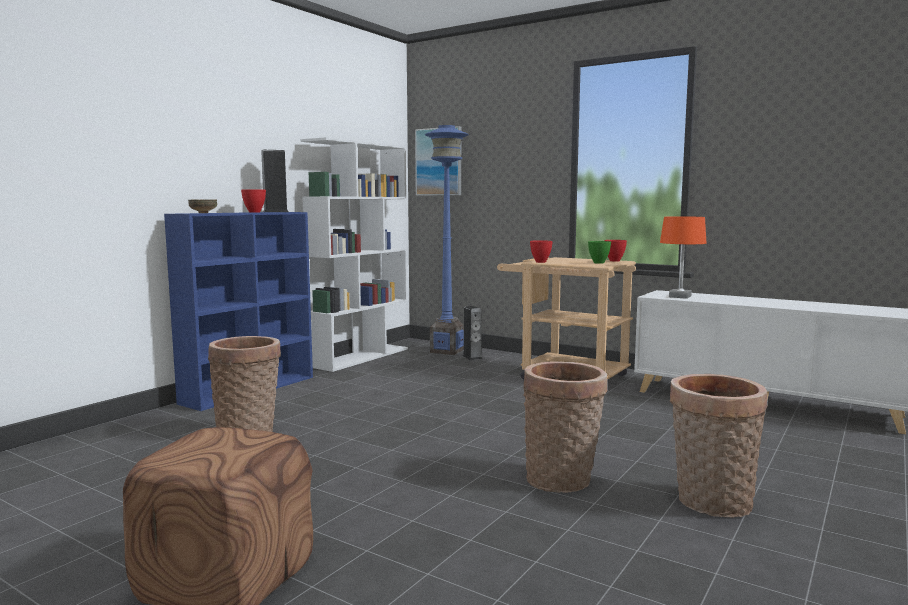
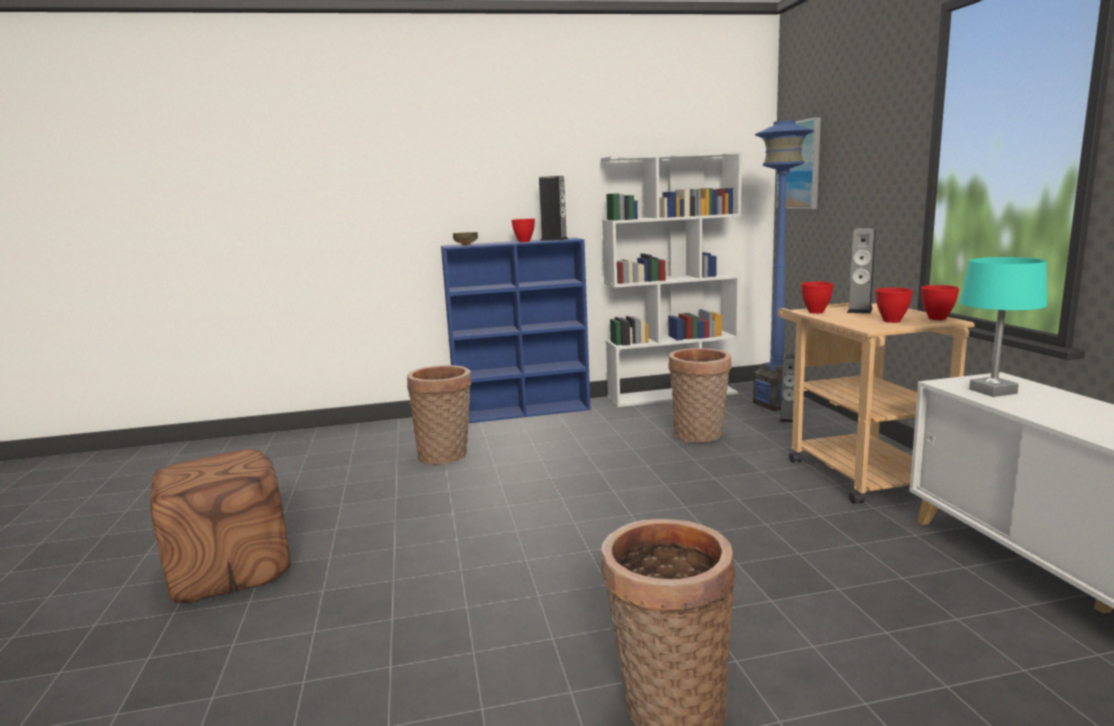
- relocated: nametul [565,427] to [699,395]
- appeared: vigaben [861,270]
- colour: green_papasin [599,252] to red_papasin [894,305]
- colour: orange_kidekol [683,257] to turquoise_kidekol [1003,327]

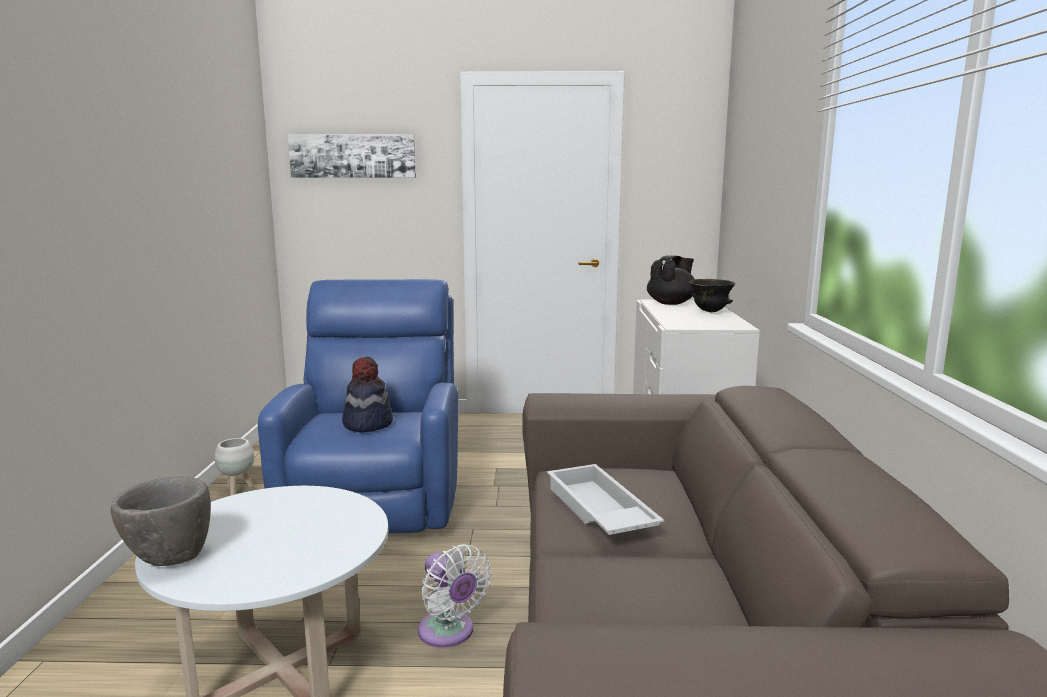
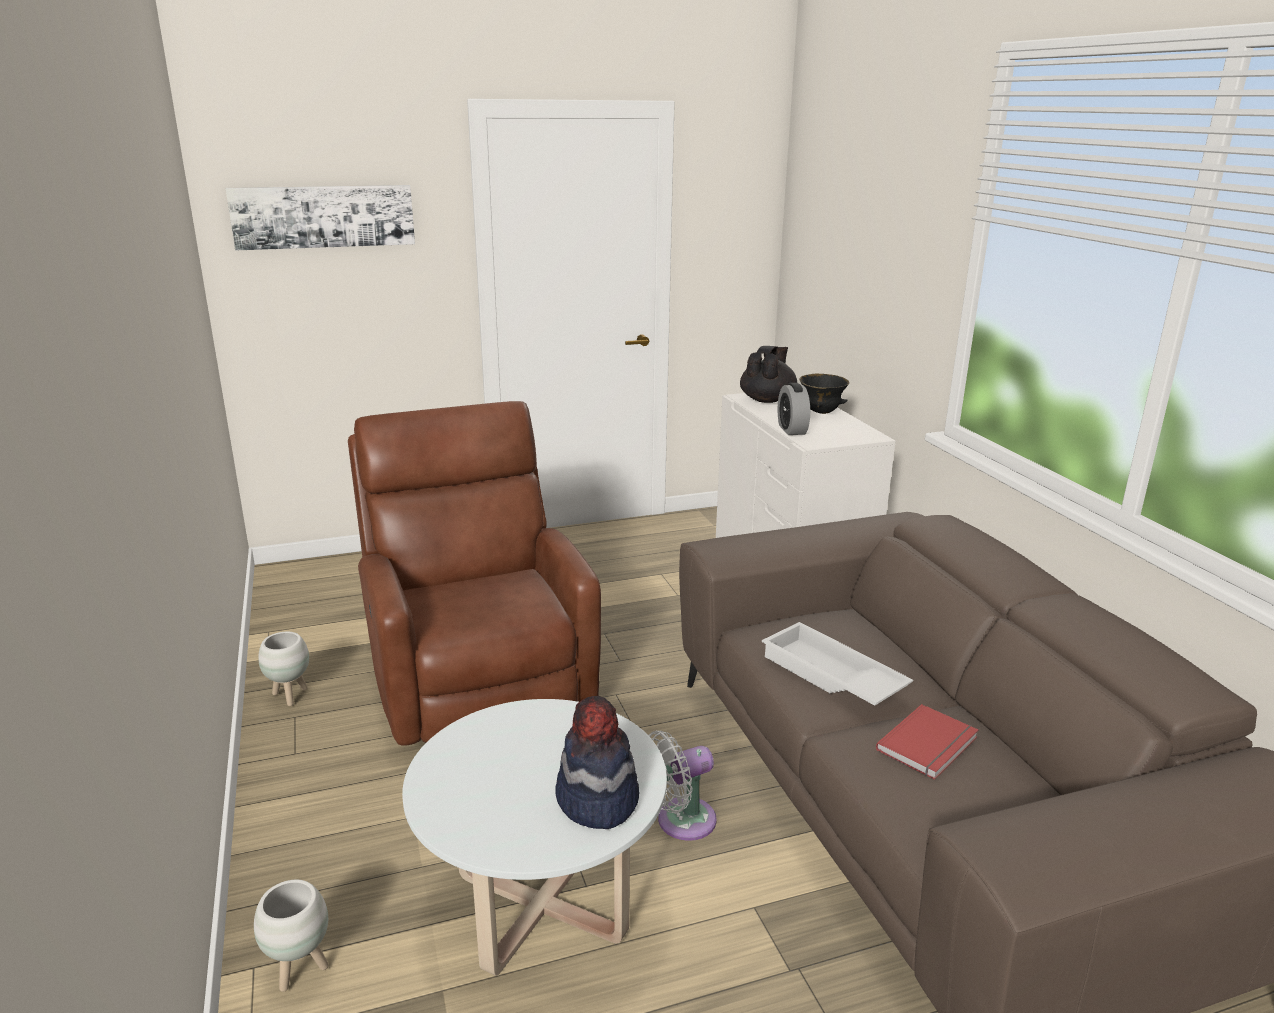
- appeared: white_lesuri [291,936]
- colour: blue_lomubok [358,406] to brown_lomubok [474,573]
- relocated: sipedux [367,394] to [597,762]
- spun: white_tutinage [454,596] = [682,786] 120 degrees clockwise
- appeared: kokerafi [794,409]
- appeared: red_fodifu [927,741]
- missing: grey_papasin [161,521]

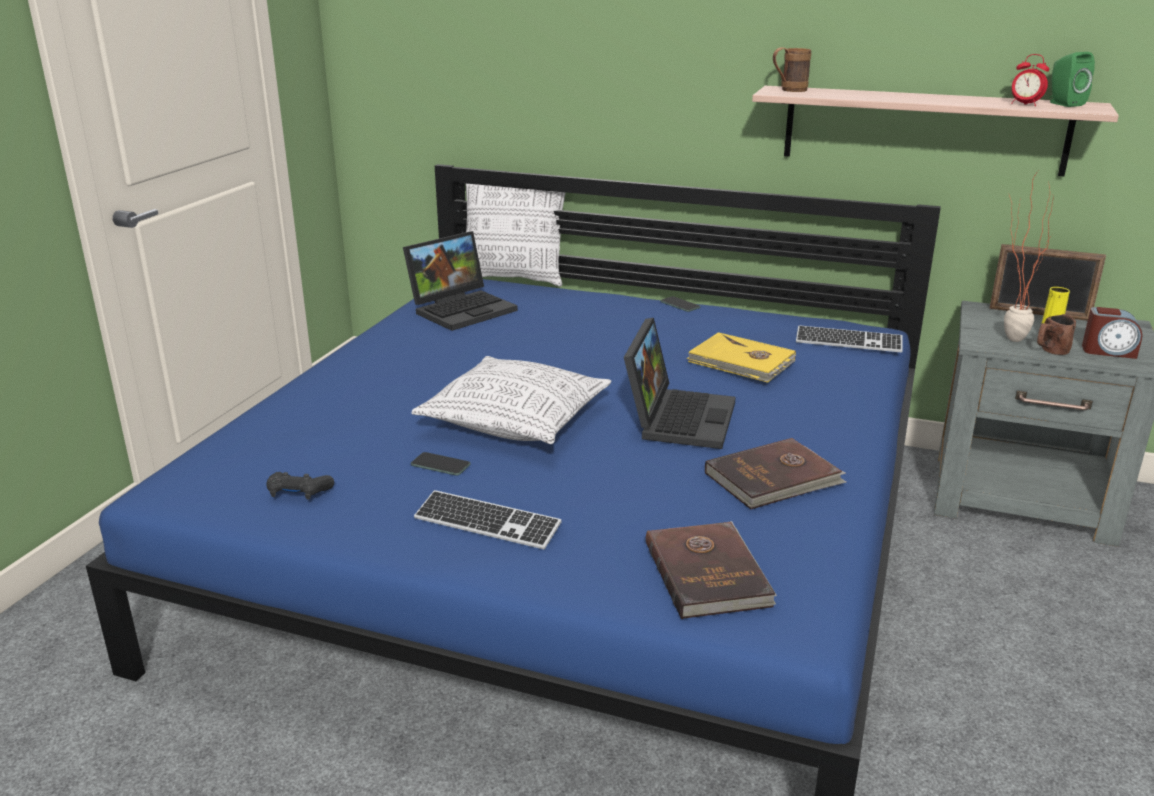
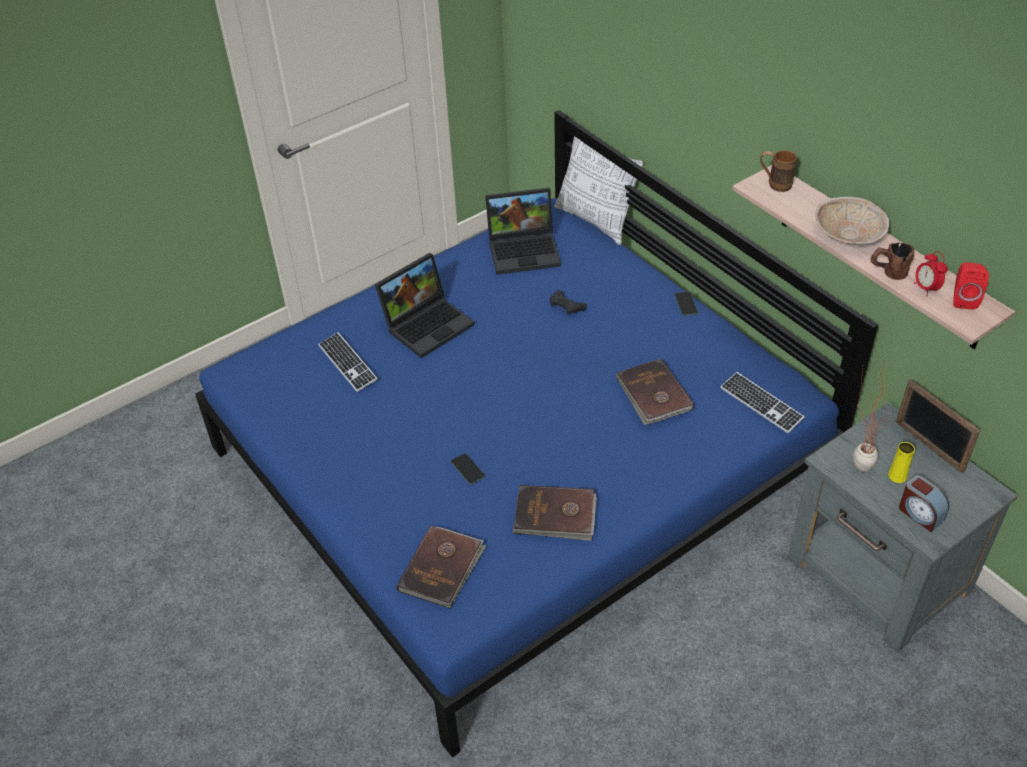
- relocated: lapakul [488,519] to [348,362]
- relocated: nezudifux [680,383] to [425,305]
- relocated: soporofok [441,464] to [468,469]
- relocated: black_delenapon [300,486] to [568,302]
- colour: yellow_fodifu [741,357] to brown_fodifu [655,392]
- appeared: beige_papasin [852,220]
- relocated: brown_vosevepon [1056,334] to [892,261]
- colour: green_vigaben [1072,79] to red_vigaben [971,286]
- missing: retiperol [511,400]

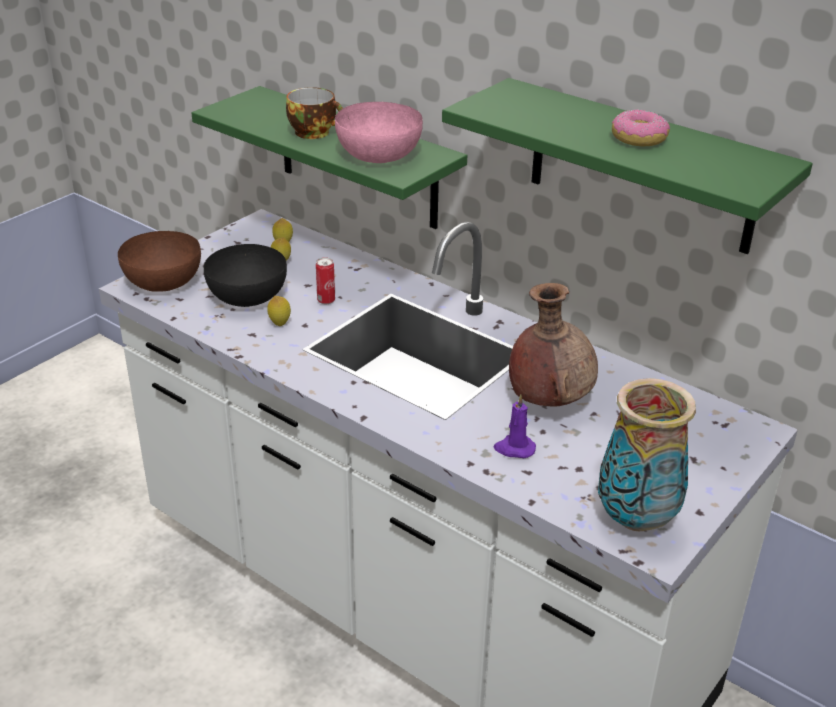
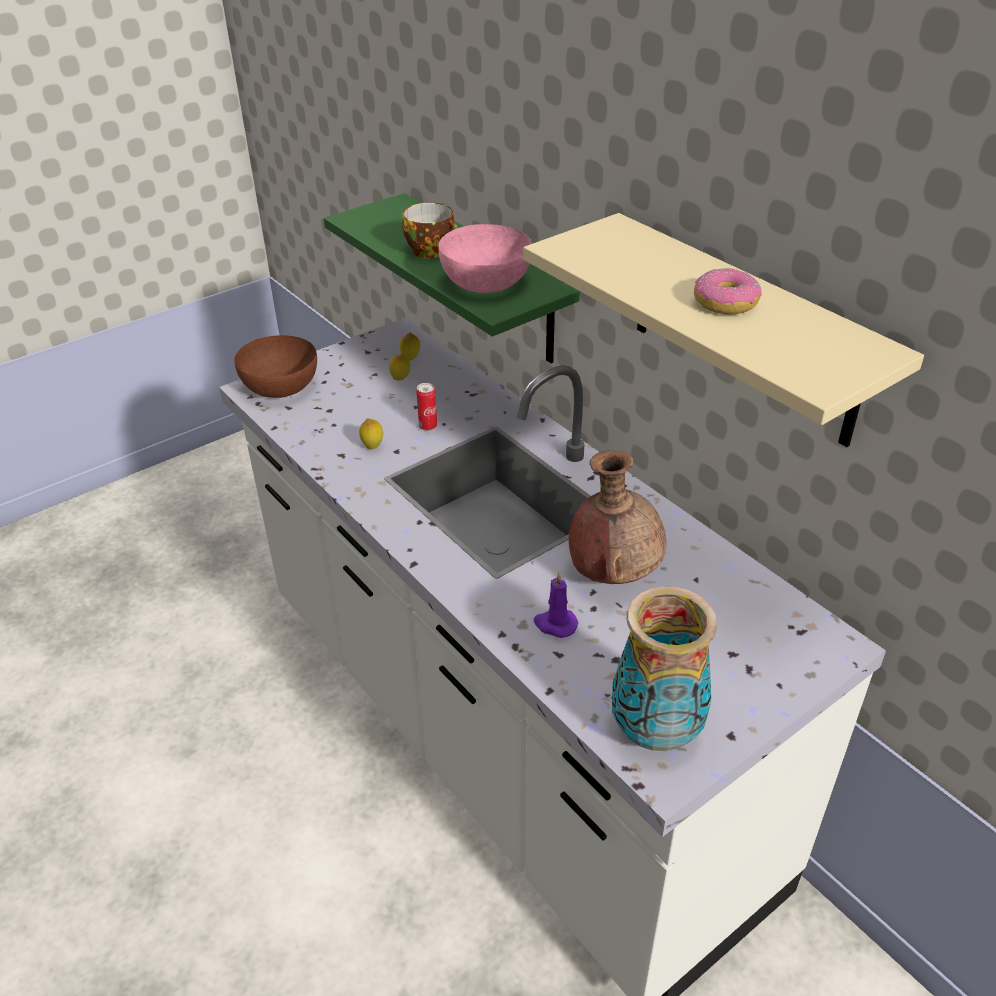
- colour: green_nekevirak [627,166] to beige_nekevirak [724,330]
- missing: black_papasin [245,275]

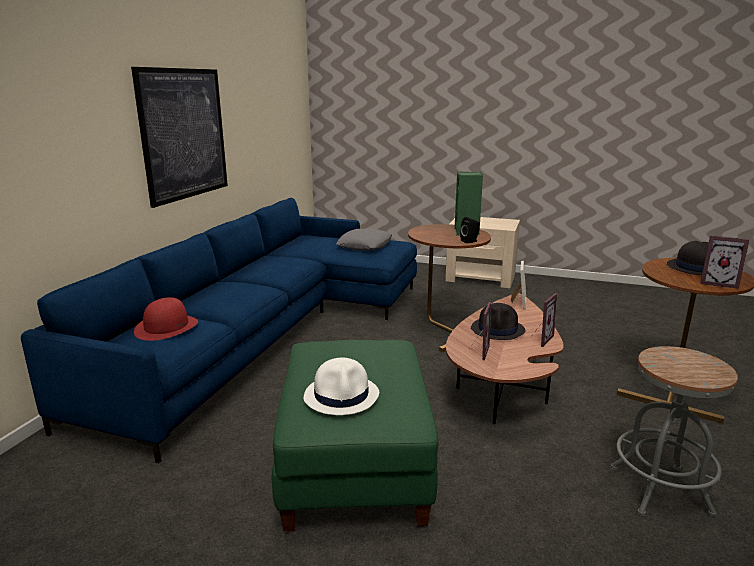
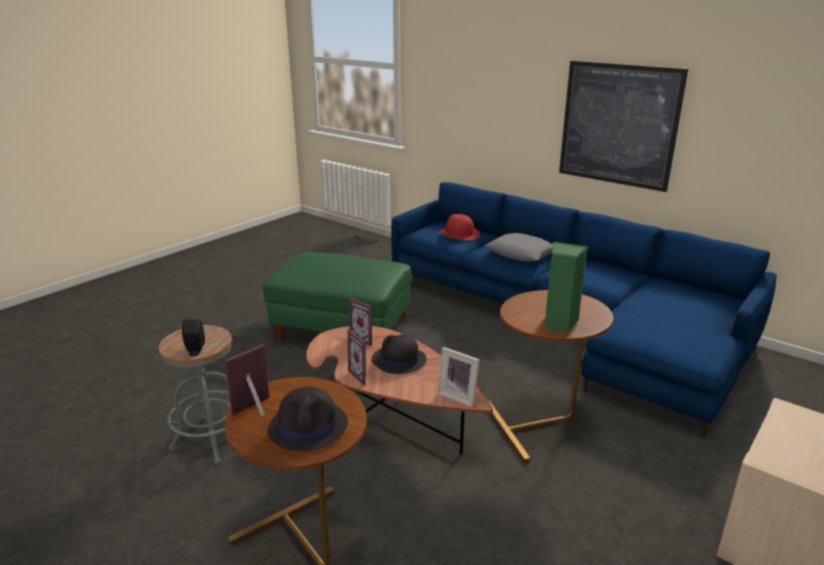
- relocated: black_vigaben [470,230] to [193,337]
- relocated: grey_retiperol [364,240] to [519,247]
- missing: white_sipedux [341,386]

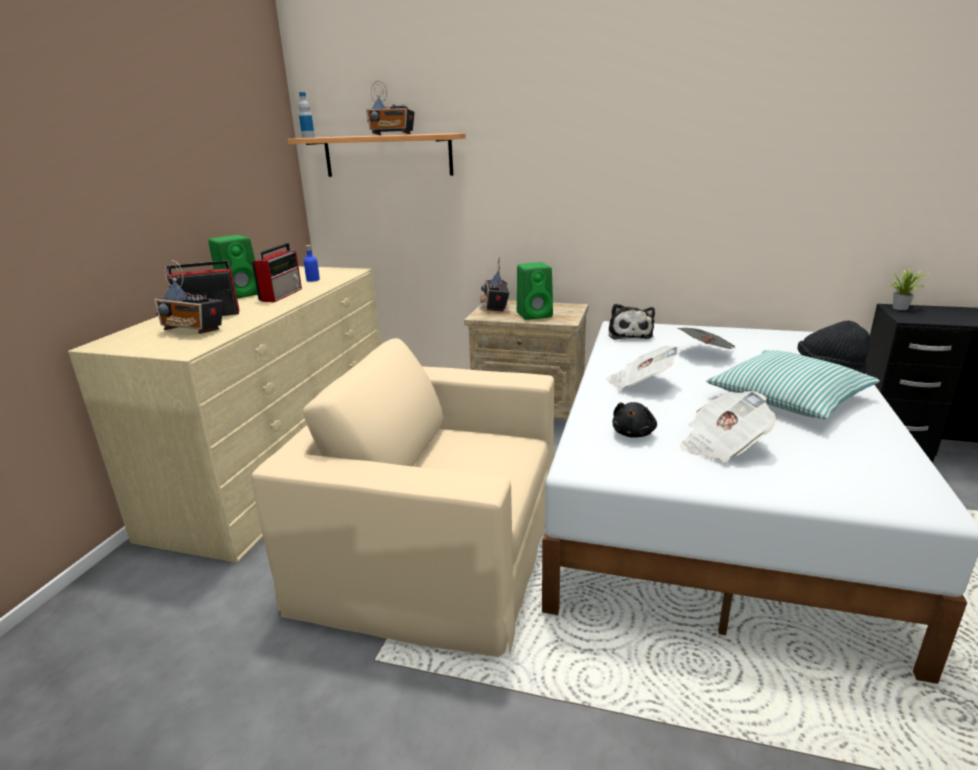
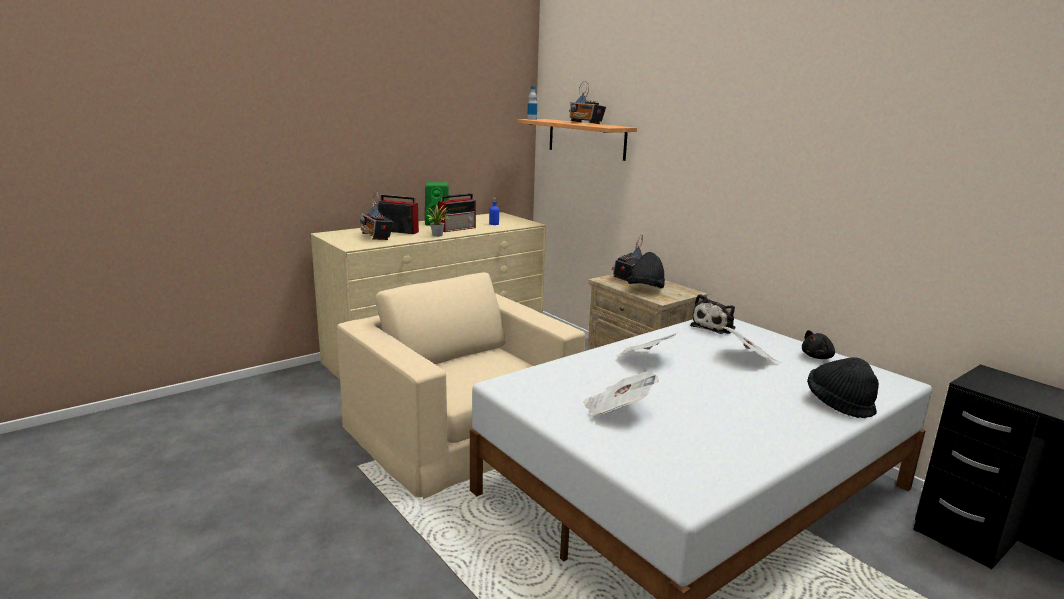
- relocated: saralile [907,289] to [438,221]
- exchanged: green_vigaben [535,291] to black_sipedux [646,270]
- relocated: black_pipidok [635,420] to [818,344]
- missing: retiperol [793,384]

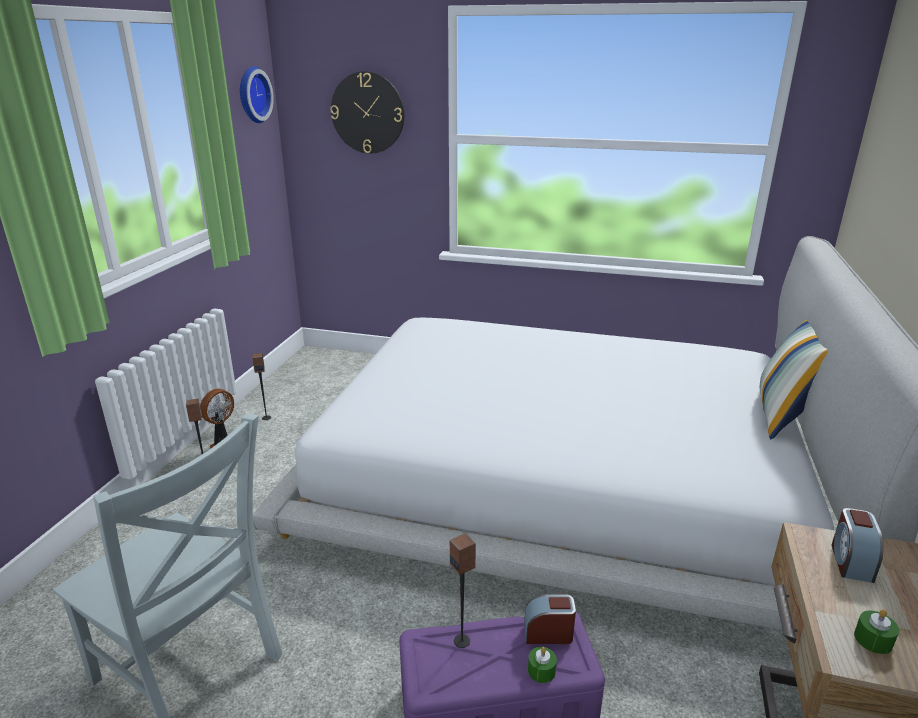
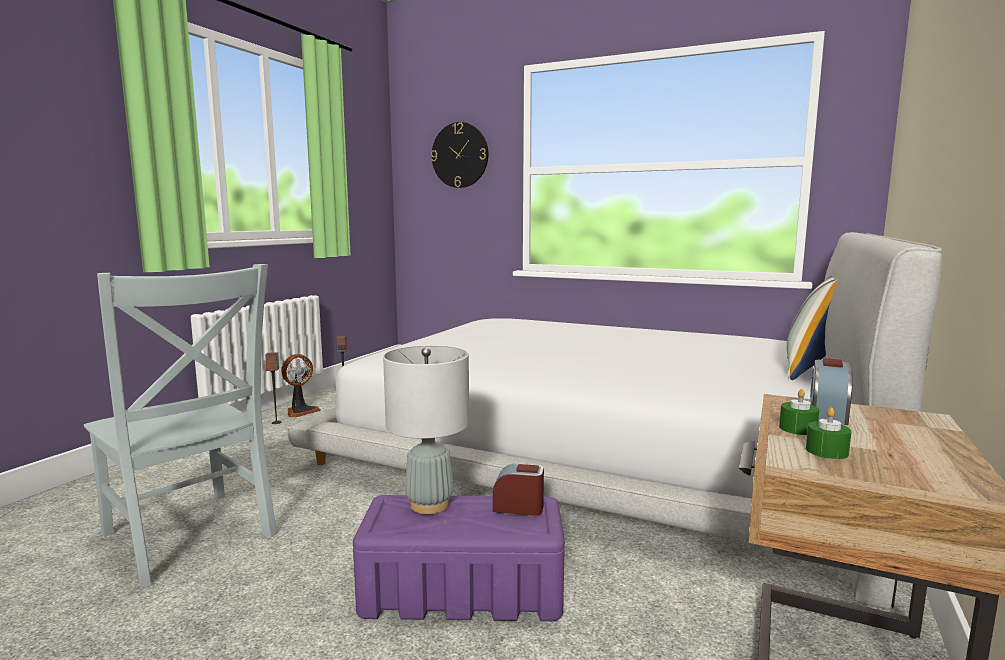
- exchanged: vigaben [463,591] to grey_kidekol [426,430]
- relocated: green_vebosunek [542,665] to [799,412]
- missing: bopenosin [257,94]

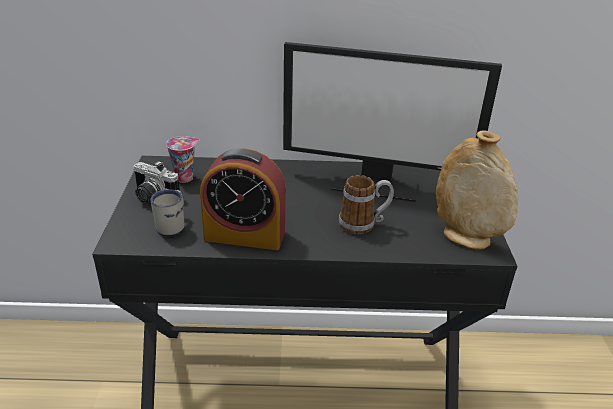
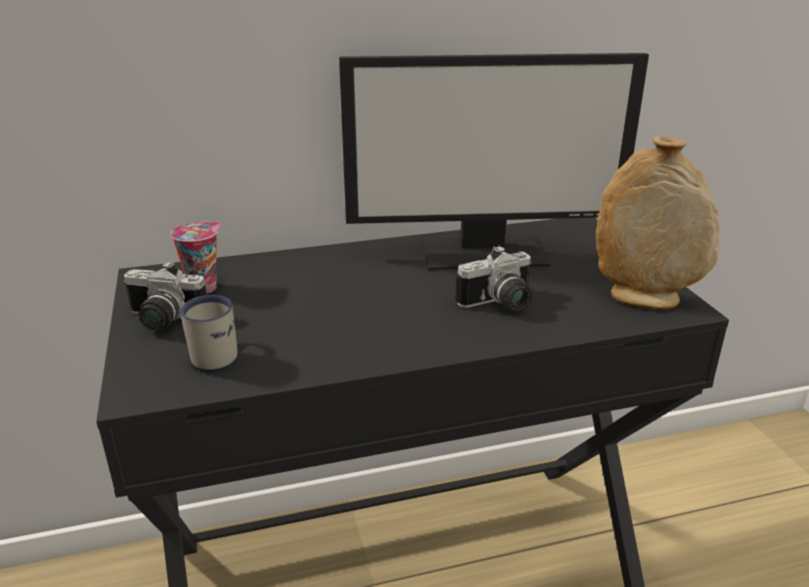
- exchanged: vosevepon [366,204] to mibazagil [493,278]
- missing: kokerafi [243,199]

